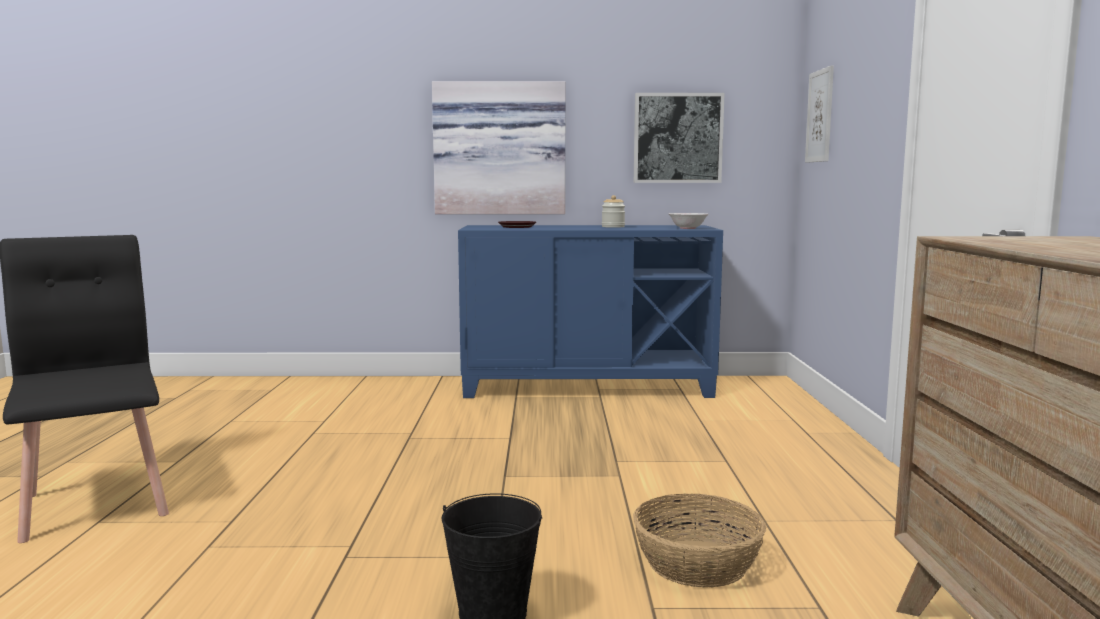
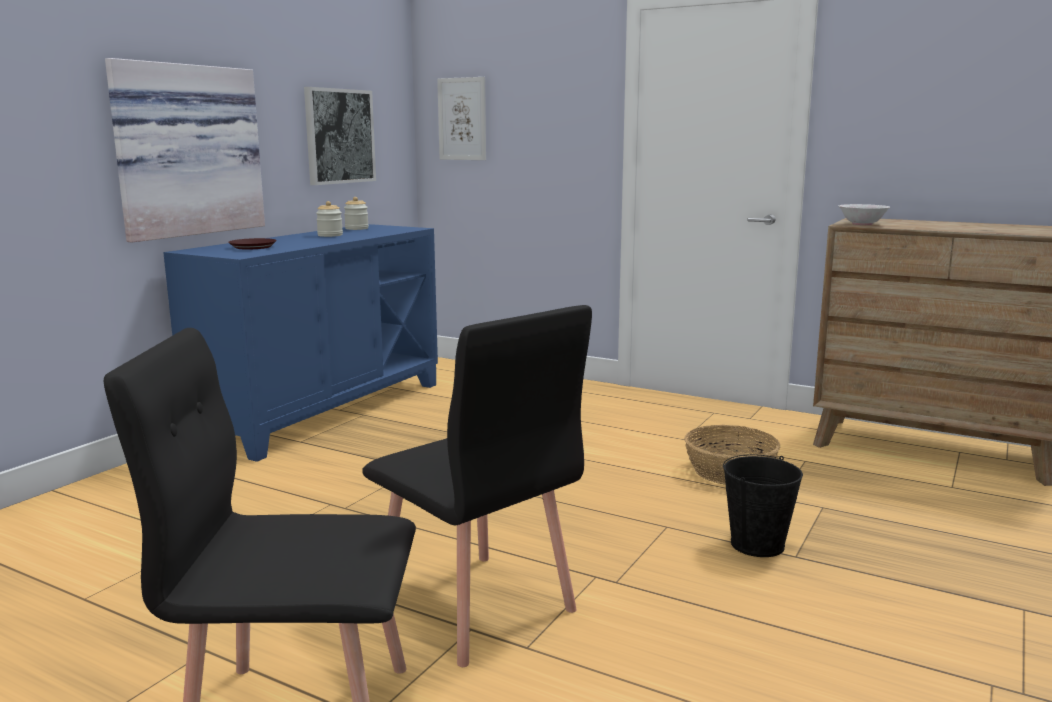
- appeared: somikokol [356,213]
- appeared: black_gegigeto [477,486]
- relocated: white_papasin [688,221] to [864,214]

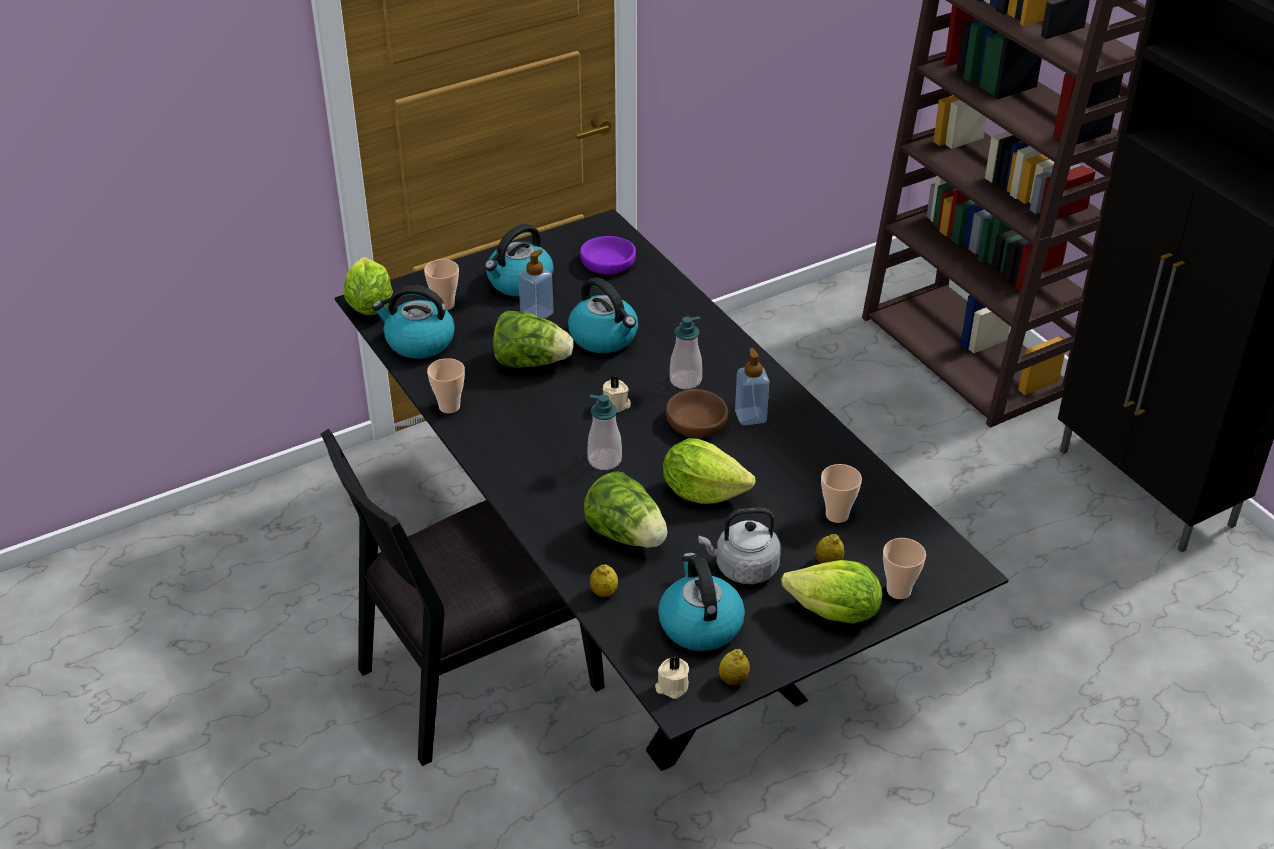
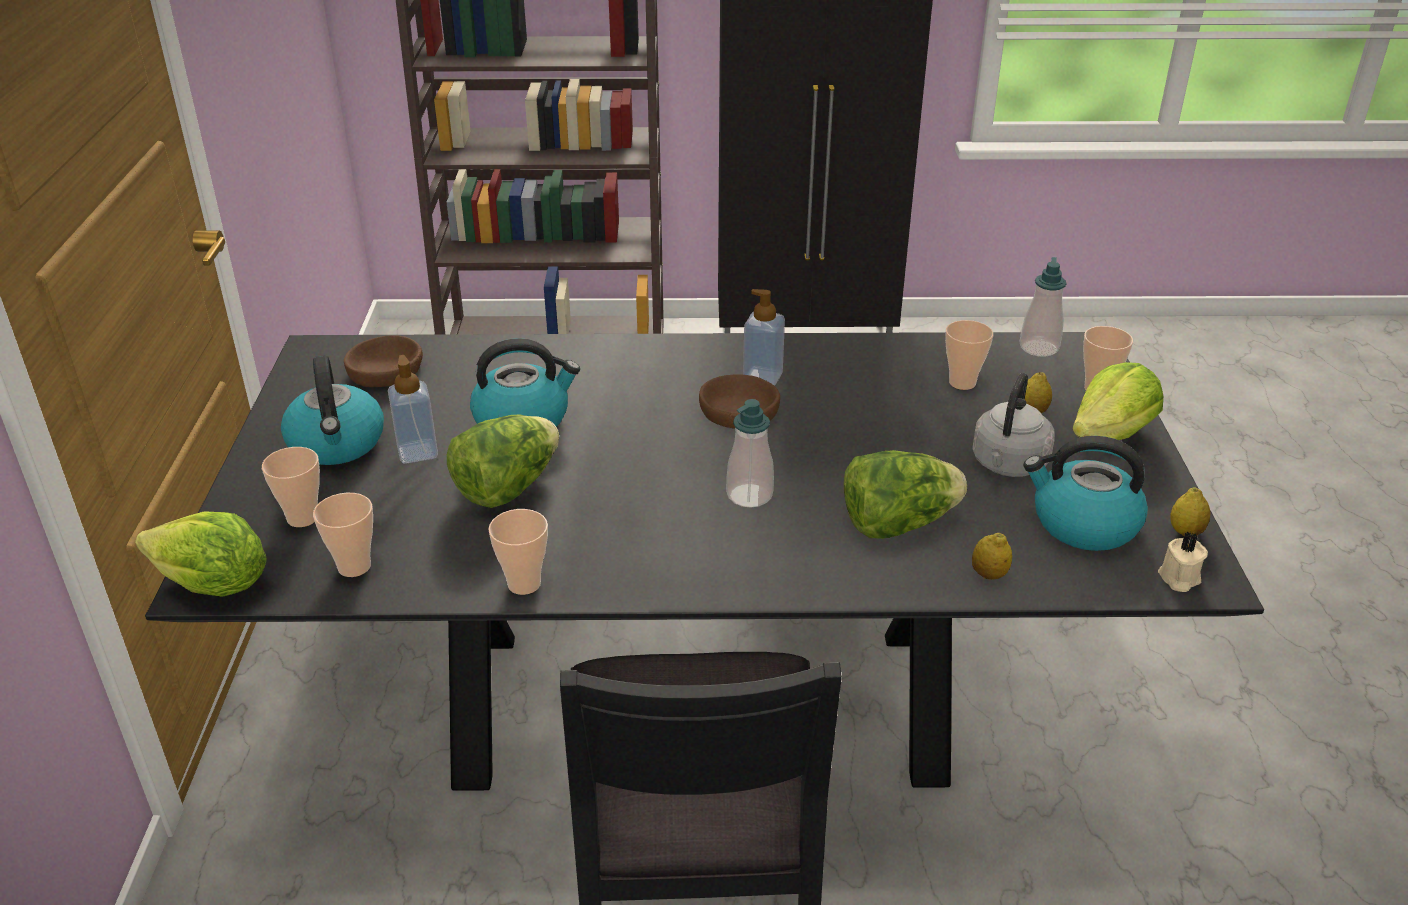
- exchanged: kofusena [413,322] to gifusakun [343,535]
- colour: purple_papasin [608,255] to brown_papasin [383,361]
- relocated: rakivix [686,352] to [1043,307]
- missing: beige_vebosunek [617,394]
- missing: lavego [709,471]

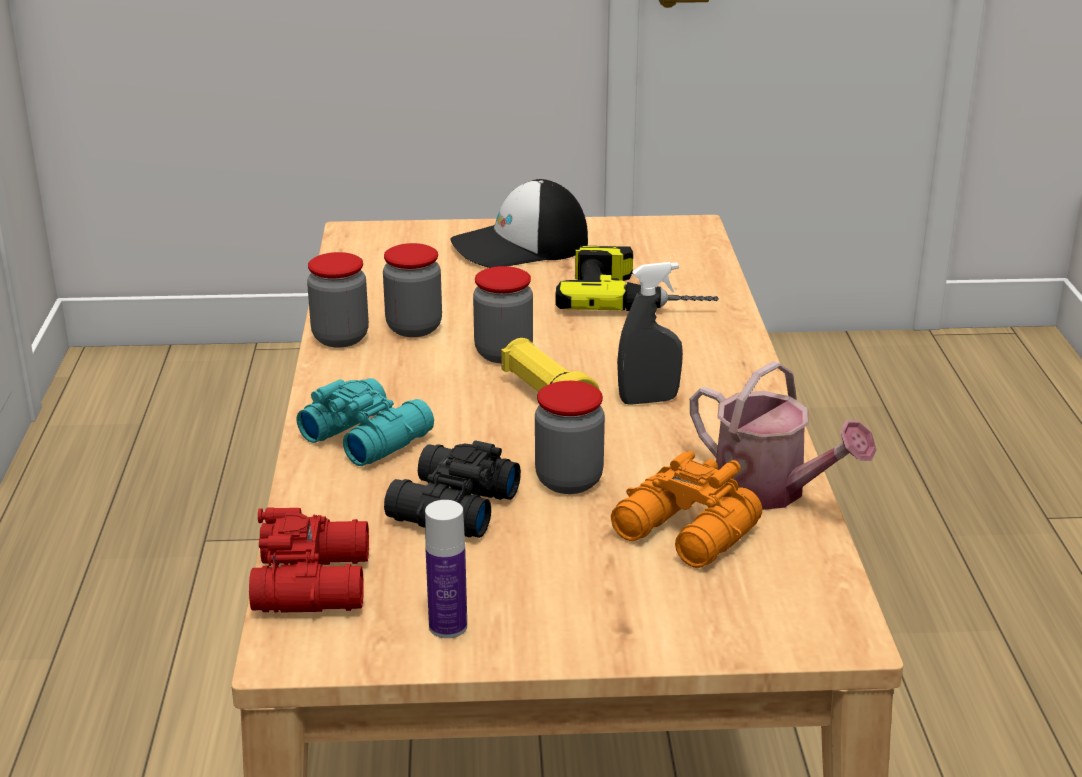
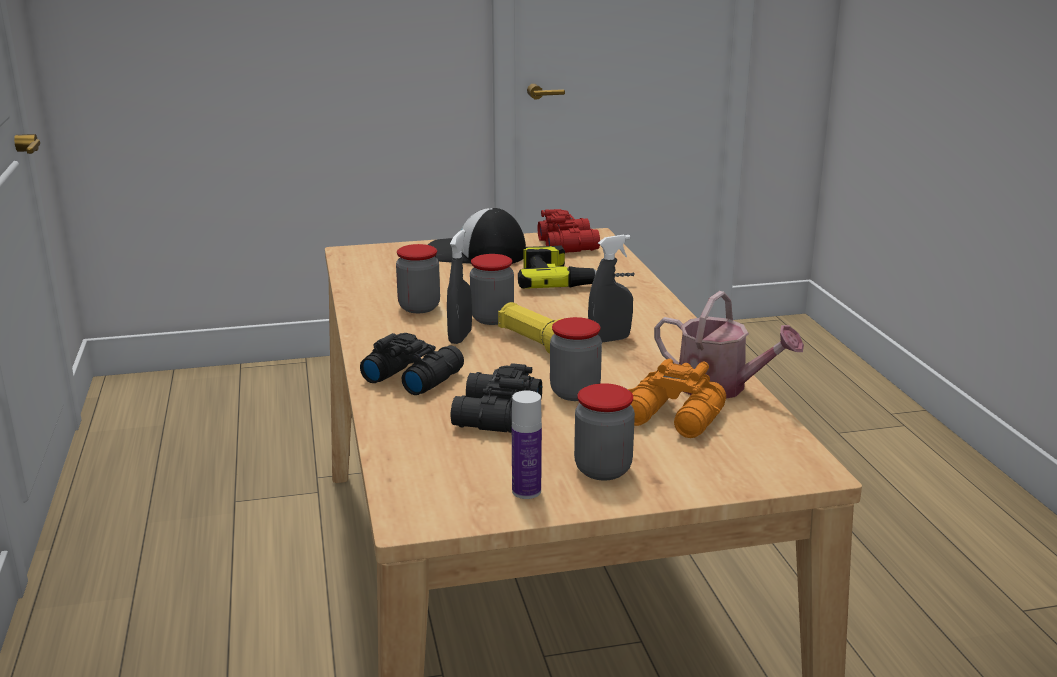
- colour: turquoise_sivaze [365,422] to black_sivaze [412,364]
- spun: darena [519,223] = [477,236] 45 degrees clockwise
- appeared: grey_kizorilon [459,287]
- relocated: red_sivaze [309,560] to [568,231]
- relocated: somikokol [338,300] to [604,431]

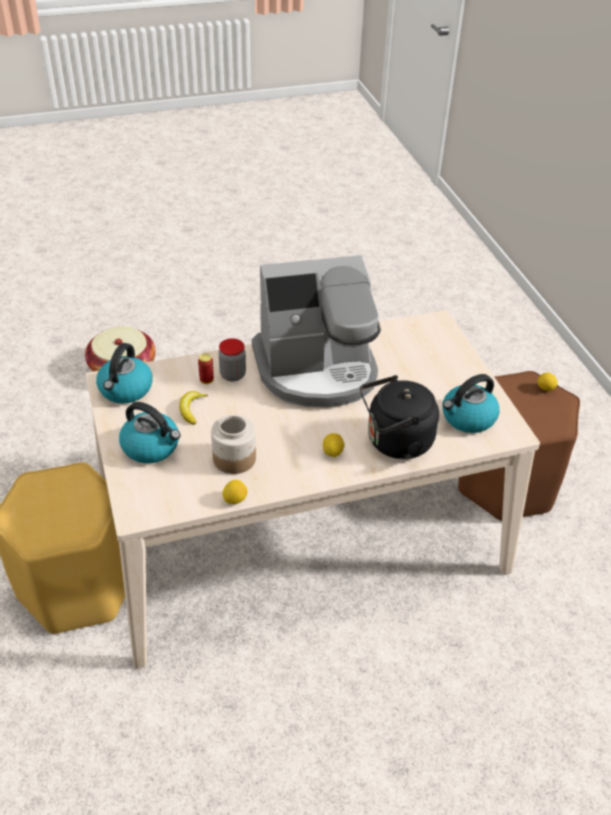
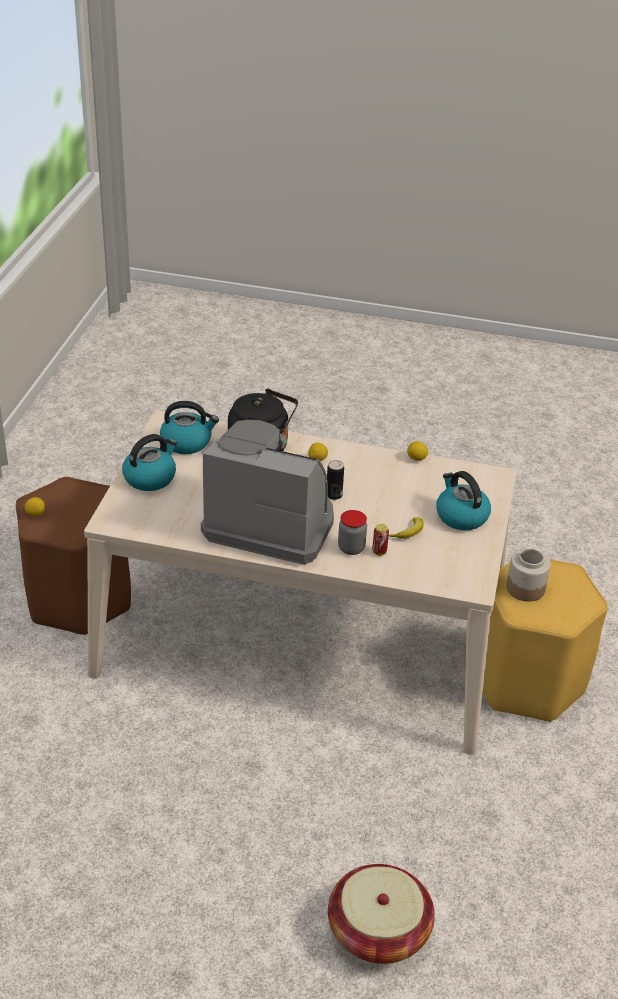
- relocated: kofusena [124,373] to [149,462]
- appeared: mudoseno [335,480]
- relocated: somikokol [233,444] to [528,575]

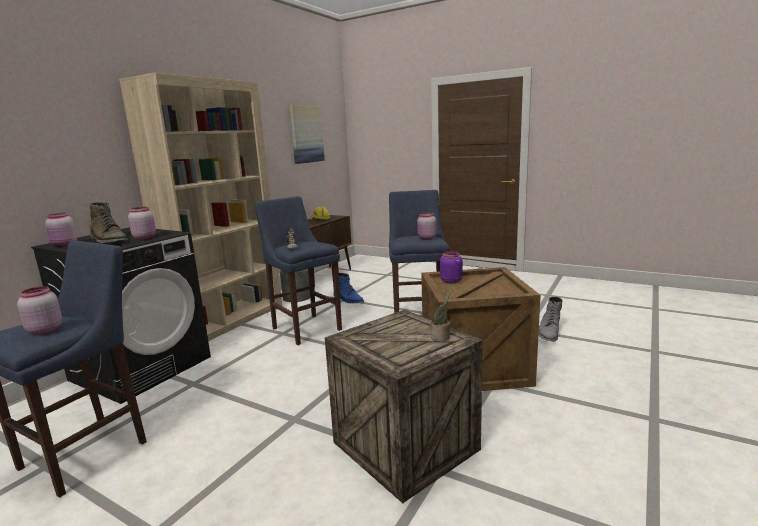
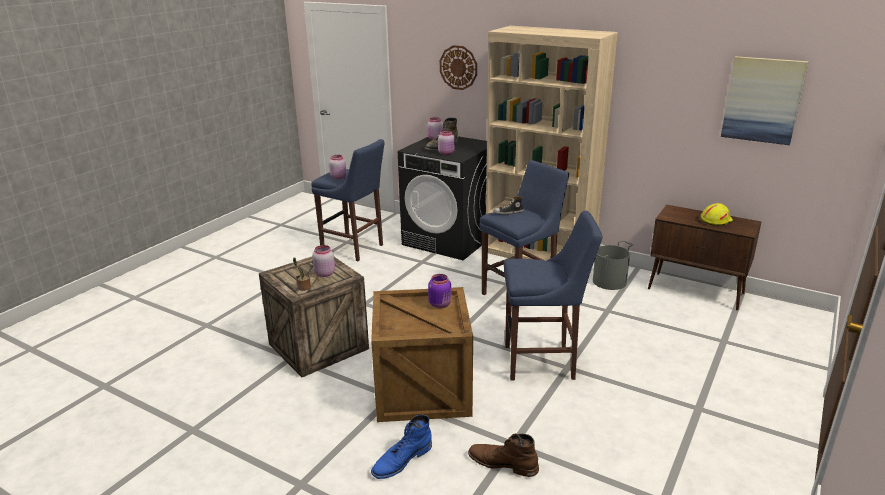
- relocated: pink_somikokol [426,226] to [323,261]
- relocated: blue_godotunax [351,288] to [401,447]
- appeared: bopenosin [458,67]
- colour: grey_godotunax [550,319] to brown_godotunax [503,455]

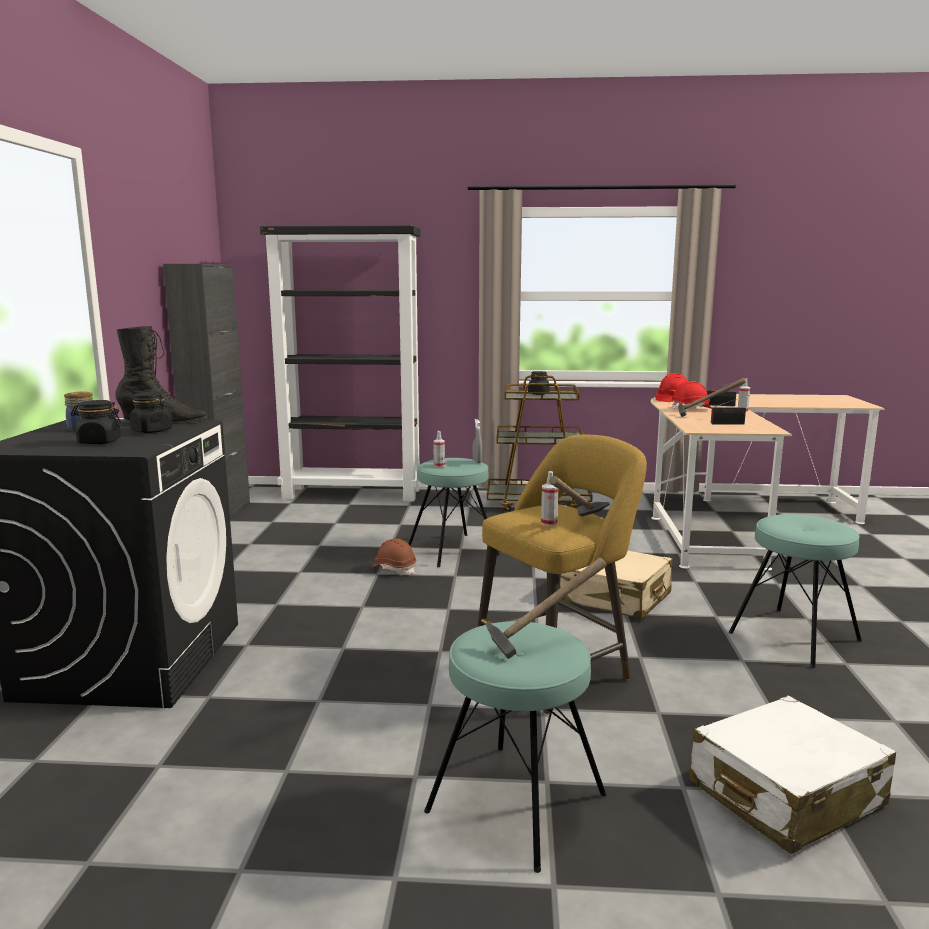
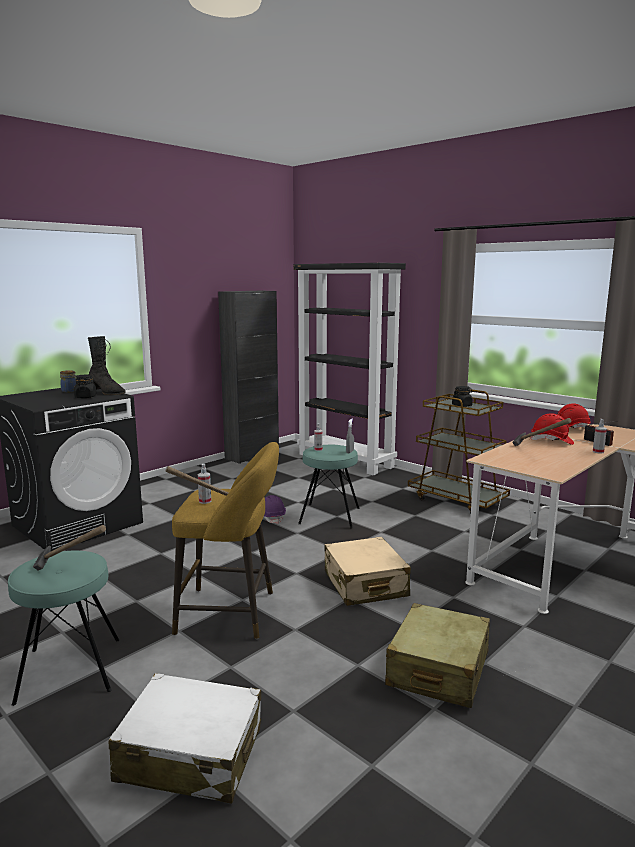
- colour: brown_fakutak [394,557] to purple_fakutak [275,509]
- exchanged: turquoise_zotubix [795,591] to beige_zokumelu [437,655]
- missing: black_somikokol [96,422]
- missing: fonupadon [730,410]

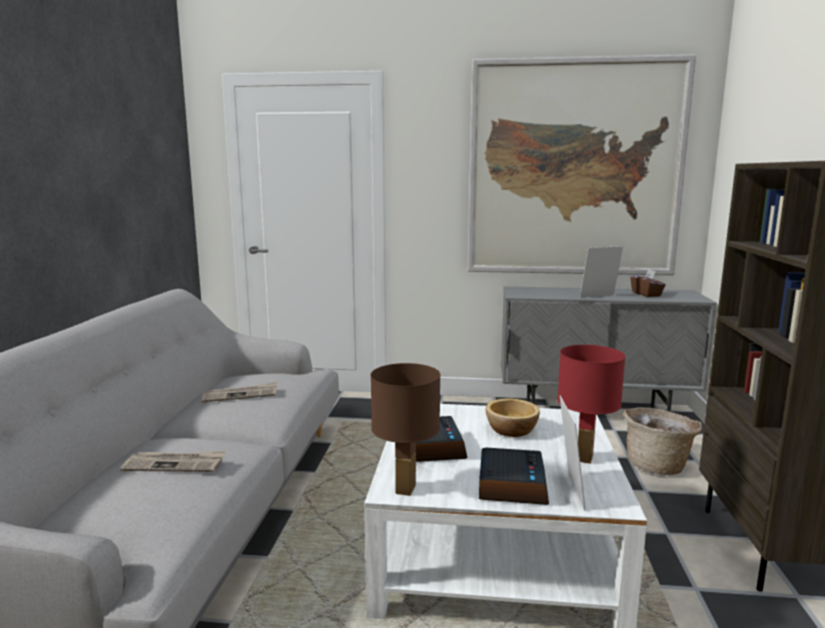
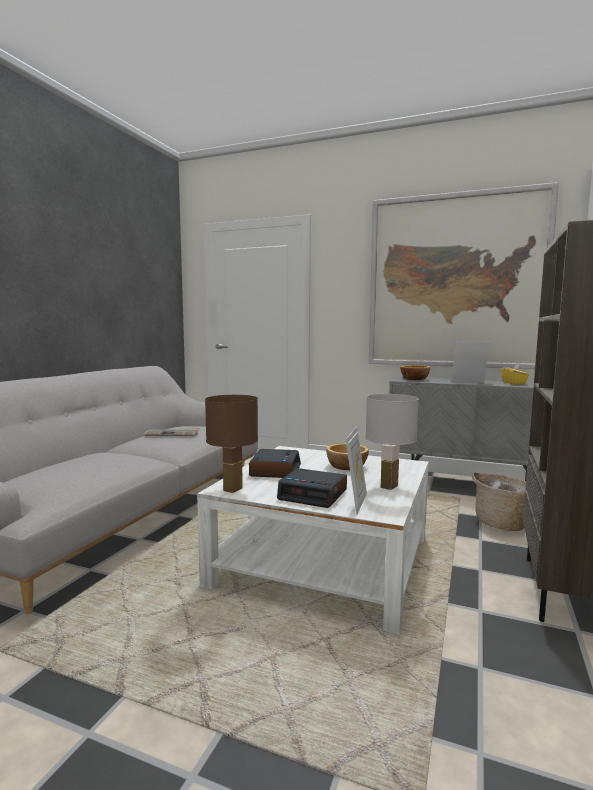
- spun: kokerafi [514,476] = [312,488] 90 degrees clockwise
- colour: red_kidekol [591,404] to white_kidekol [392,442]
- appeared: papasin [415,372]
- colour: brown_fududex [648,283] to yellow_fududex [515,373]
- missing: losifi [173,461]

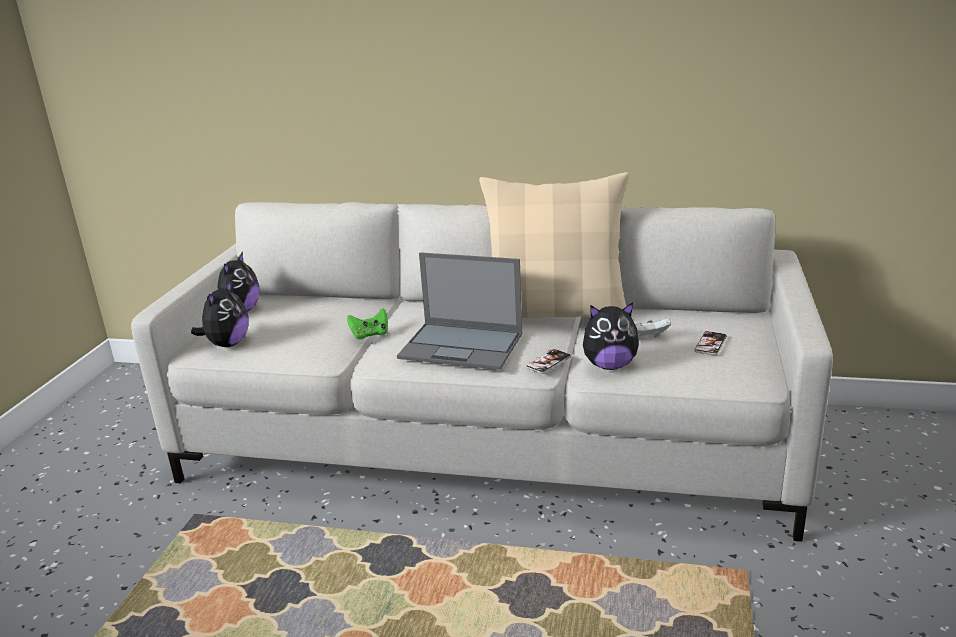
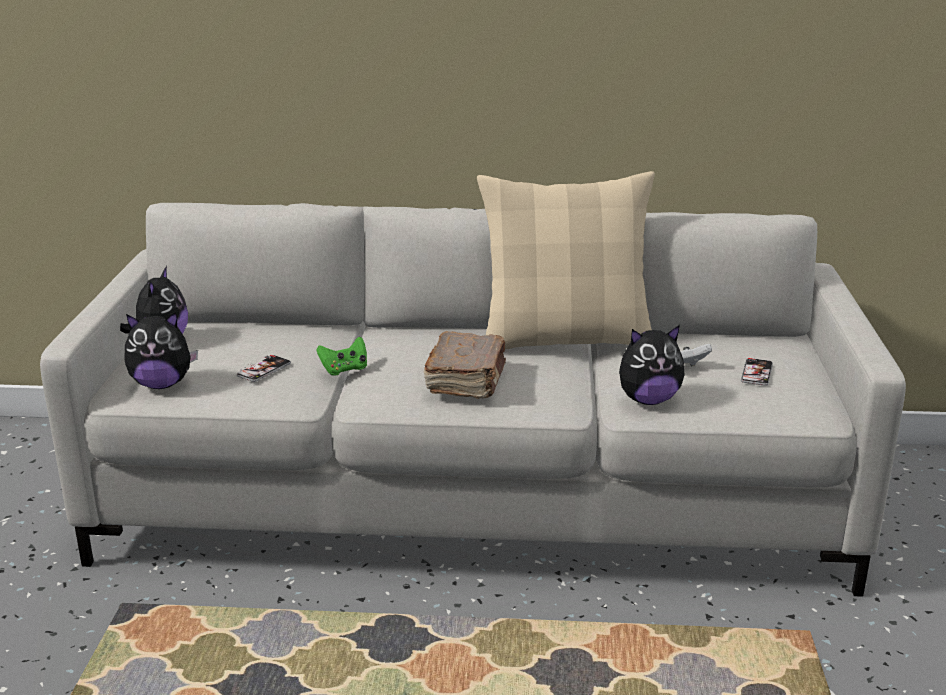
- spun: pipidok [219,313] = [161,350] 75 degrees clockwise
- relocated: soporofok [548,361] to [264,368]
- exchanged: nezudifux [460,311] to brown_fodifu [465,365]

